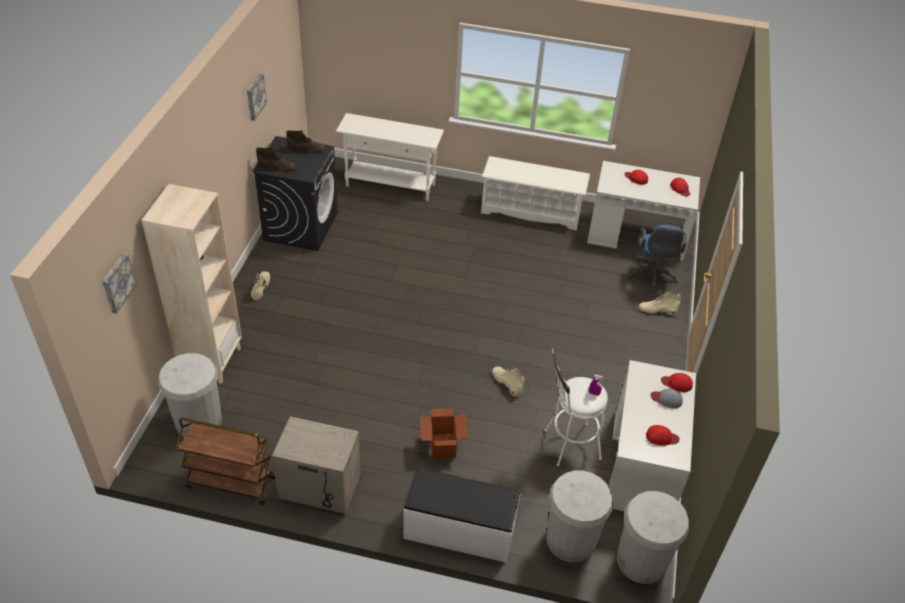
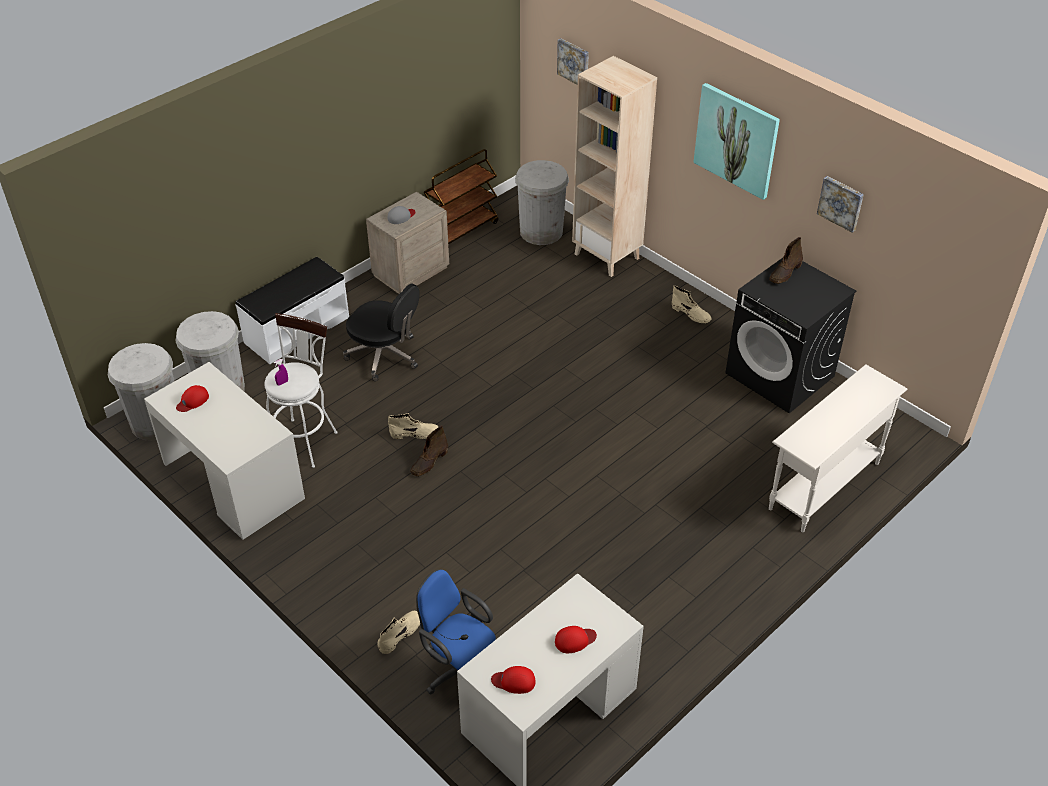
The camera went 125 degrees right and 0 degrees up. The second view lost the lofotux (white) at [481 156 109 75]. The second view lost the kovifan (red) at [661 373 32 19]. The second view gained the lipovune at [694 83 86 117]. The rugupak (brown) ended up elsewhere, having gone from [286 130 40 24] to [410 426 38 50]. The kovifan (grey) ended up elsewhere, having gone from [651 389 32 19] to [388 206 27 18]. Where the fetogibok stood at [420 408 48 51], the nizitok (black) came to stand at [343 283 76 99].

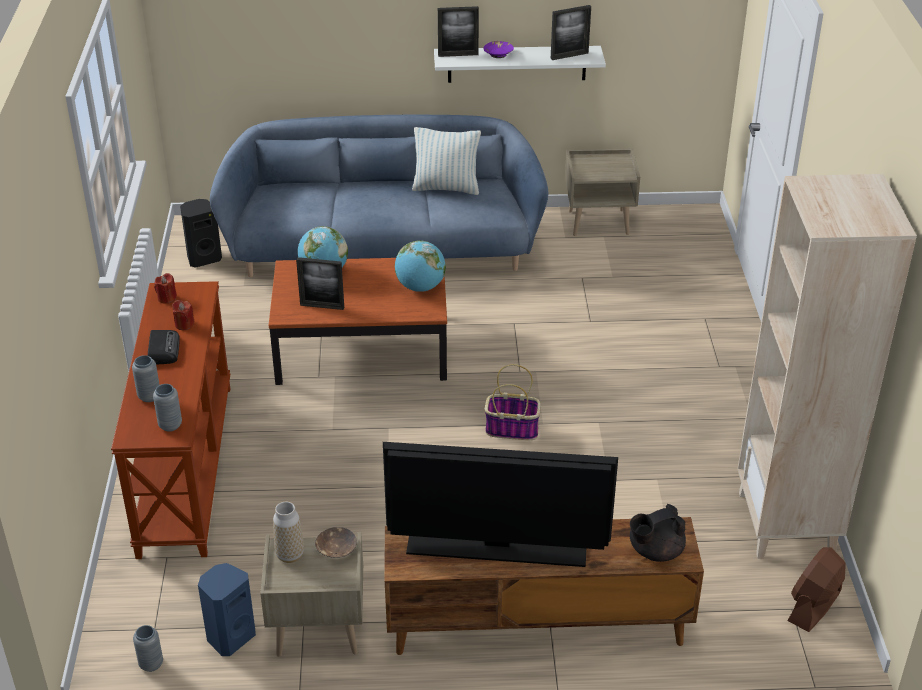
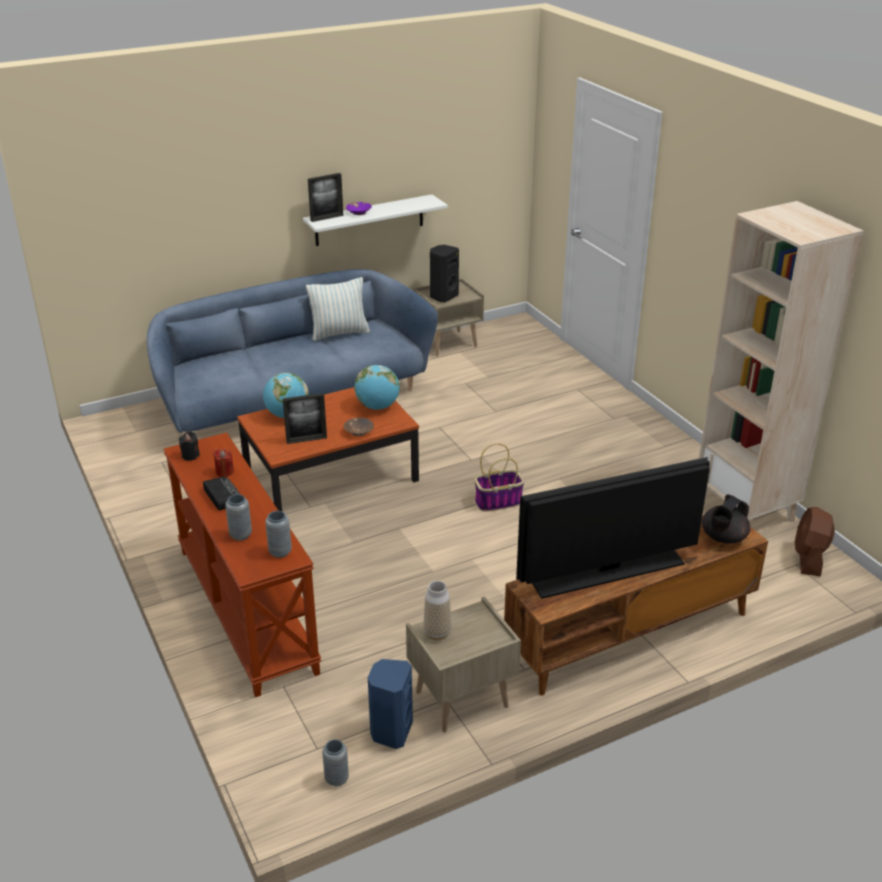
The camera went 25 degrees left and 5 degrees down. The second view lost the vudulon at [551 5 40 55]. The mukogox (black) ended up elsewhere, having gone from [180 199 42 69] to [430 245 29 57]. The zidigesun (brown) ended up elsewhere, having gone from [315 527 42 31] to [344 418 30 18]. What was the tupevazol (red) at [154 273 23 31] turned into the tupevazol (black) at [179 431 21 30].

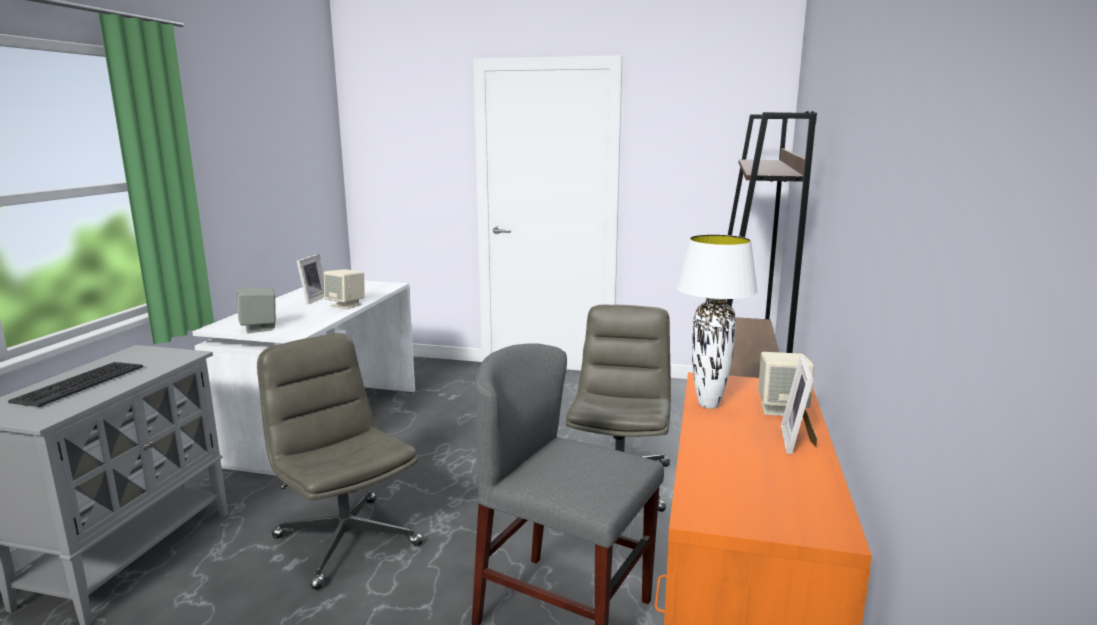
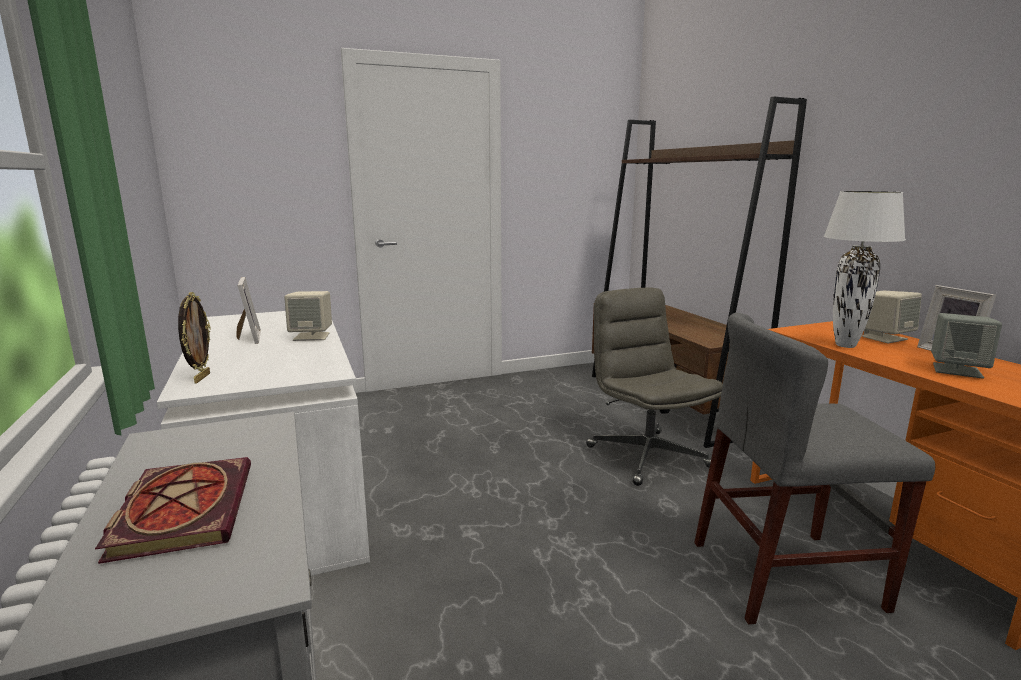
The camera went 35 degrees left and 0 degrees up. The second view lost the nizitok (grey) at [257 333 166 257]. The second view gained the vudulon at [178 292 33 91]. The mukogox (grey) ended up elsewhere, having gone from [237 287 39 46] to [931 313 71 66]. Where the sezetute stood at [8 362 135 45], the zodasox came to stand at [95 457 156 107].

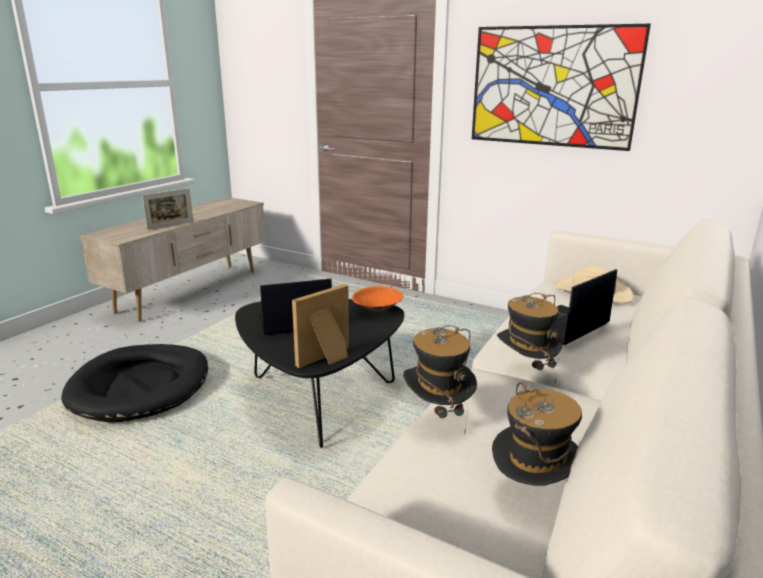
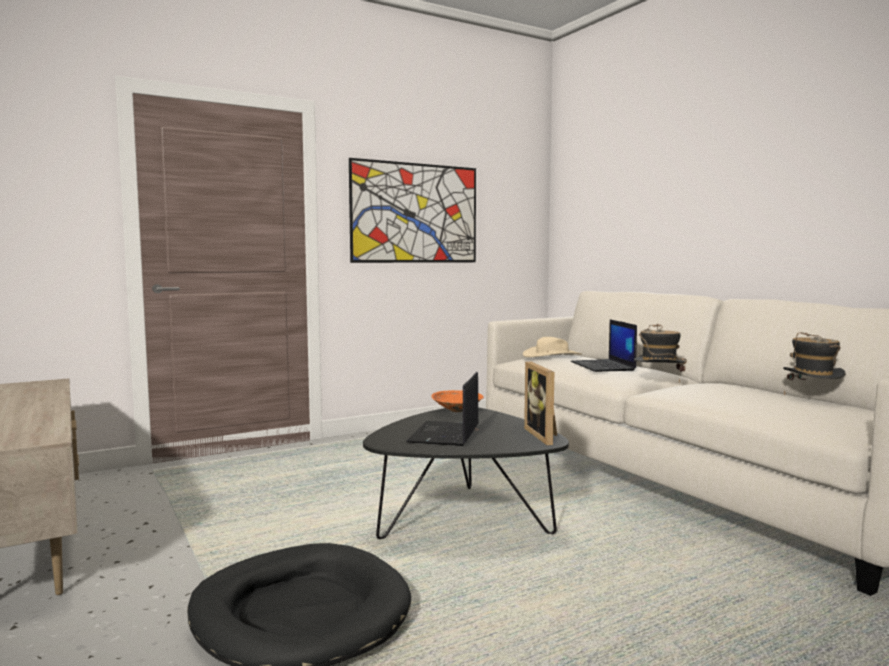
The camera went 60 degrees left and 15 degrees down. The second view lost the vudulon at [142 188 51 42]. The second view lost the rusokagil at [403 325 74 110].

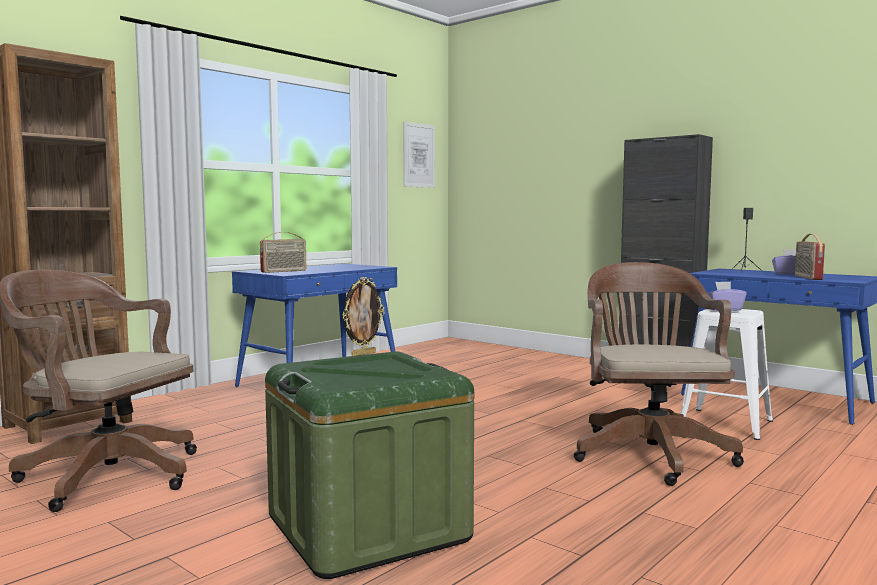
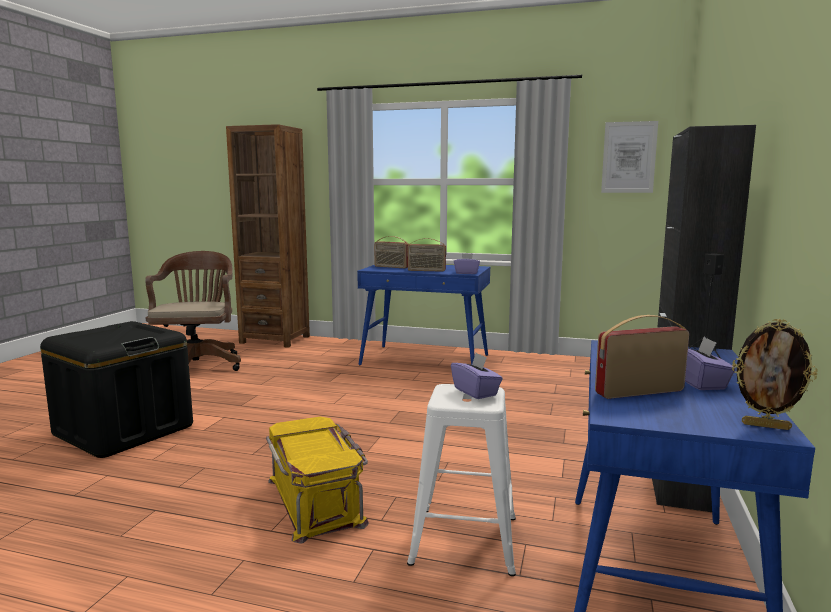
The camera went 65 degrees right and 5 degrees up. The second view gained the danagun at [407 238 39 34]. The second view gained the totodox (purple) at [454 253 26 21]. The vudulon ended up elsewhere, having gone from [342 277 43 80] to [732 319 86 111]. Where the nizitok (brown) stood at [574 262 170 224], the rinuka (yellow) came to stand at [266 417 103 127]. What was the rinuka (green) at [265 351 209 228] turned into the rinuka (black) at [40 321 153 137].

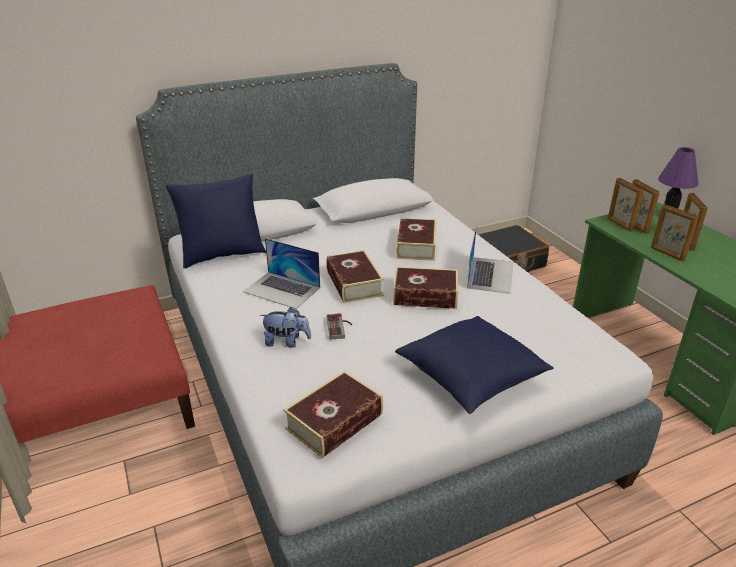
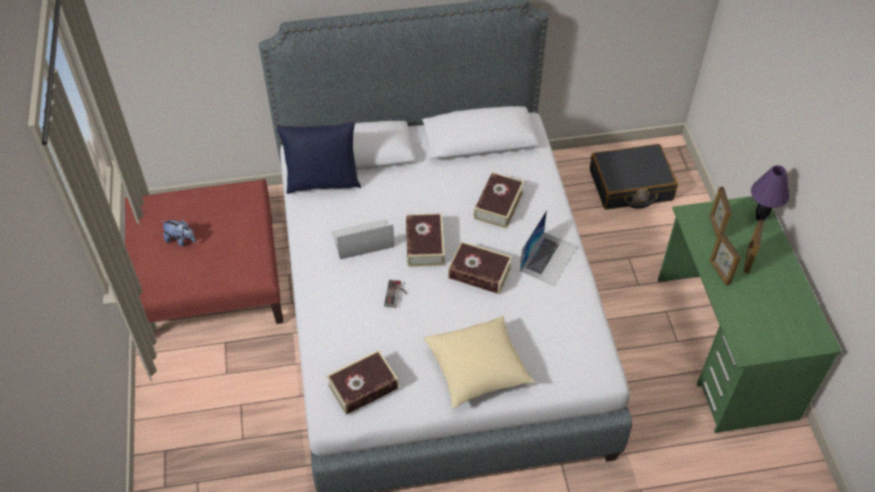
The camera went 15 degrees right and 20 degrees up. The second view lost the vudulon at [608 178 36 54]. The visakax ended up elsewhere, having gone from [260 307 51 41] to [161 220 35 27]. What was the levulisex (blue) at [395 316 159 98] turned into the levulisex (beige) at [423 316 112 92]. The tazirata at [243 238 77 71] ended up facing another way, 120 degrees clockwise from before.

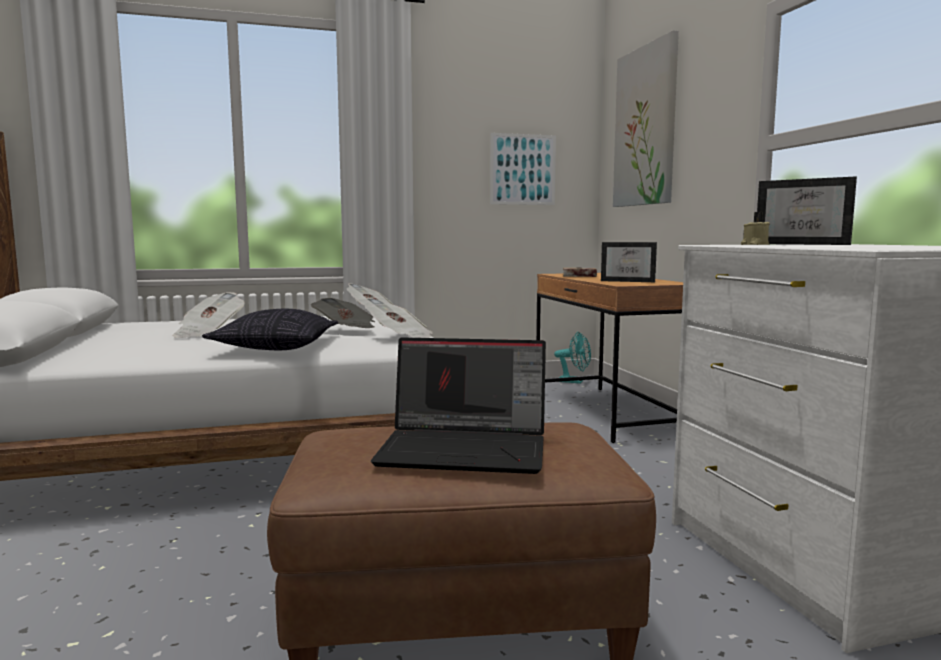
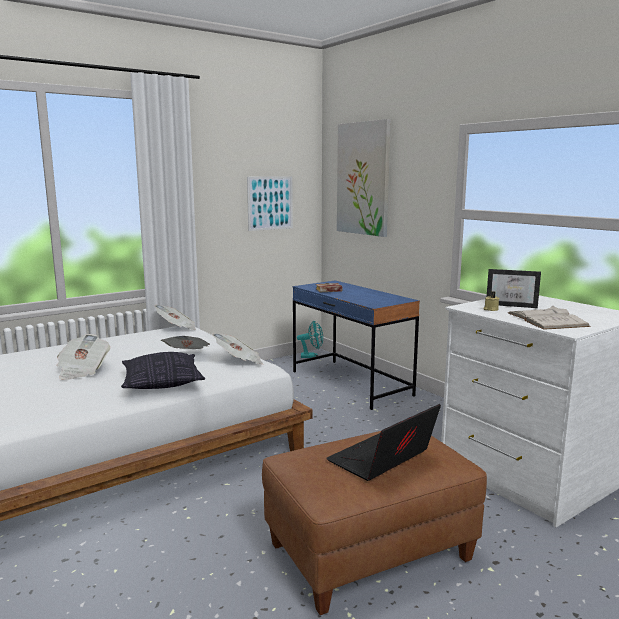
The camera went 20 degrees left and 5 degrees up. The second view lost the vudulon at [601 242 56 40]. The second view gained the zodasox (white) at [508 306 83 24]. What was the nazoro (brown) at [536 273 147 170] turned into the nazoro (blue) at [293 280 127 130]. The tazirata at [371 337 175 137] ended up facing another way, 150 degrees clockwise from before.

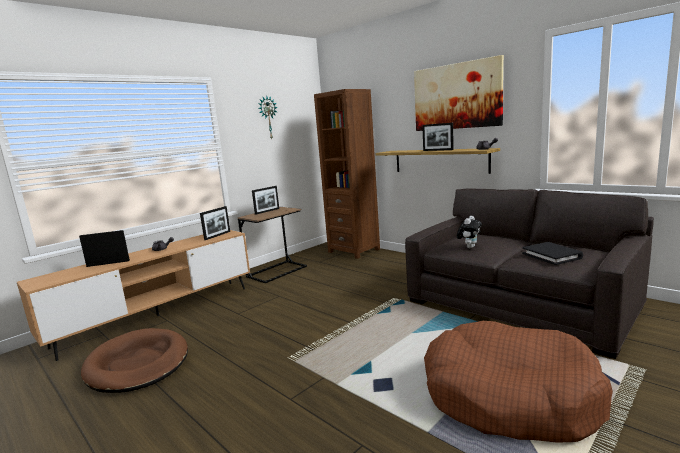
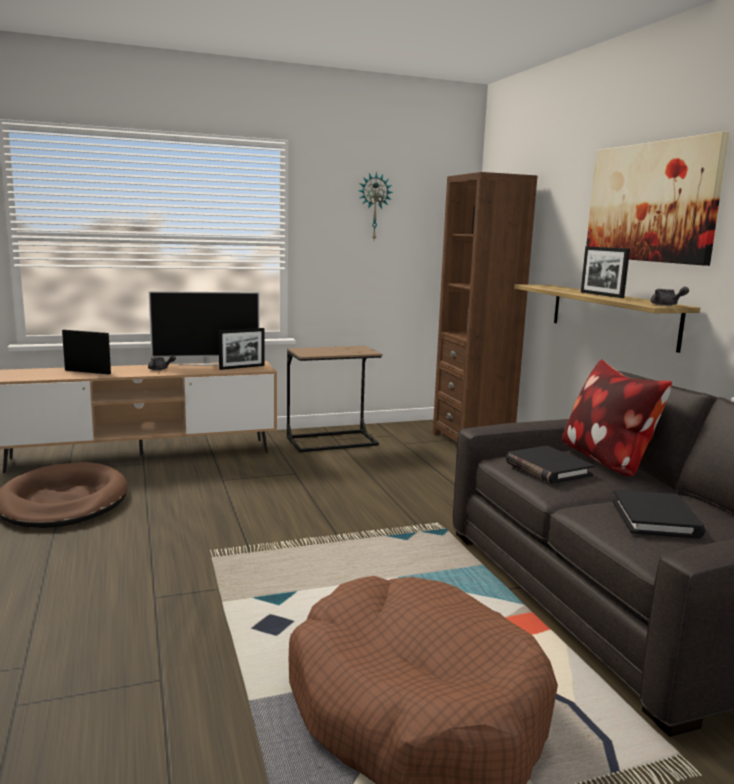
The camera went 25 degrees right and 0 degrees up. The second view lost the vudulon at [252 186 27 29]. The second view gained the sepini at [149 291 111 75]. The second view gained the levulisex at [562 359 110 117]. Where the visakax stood at [457 216 25 32], the zodasox (black) came to stand at [506 446 88 38].

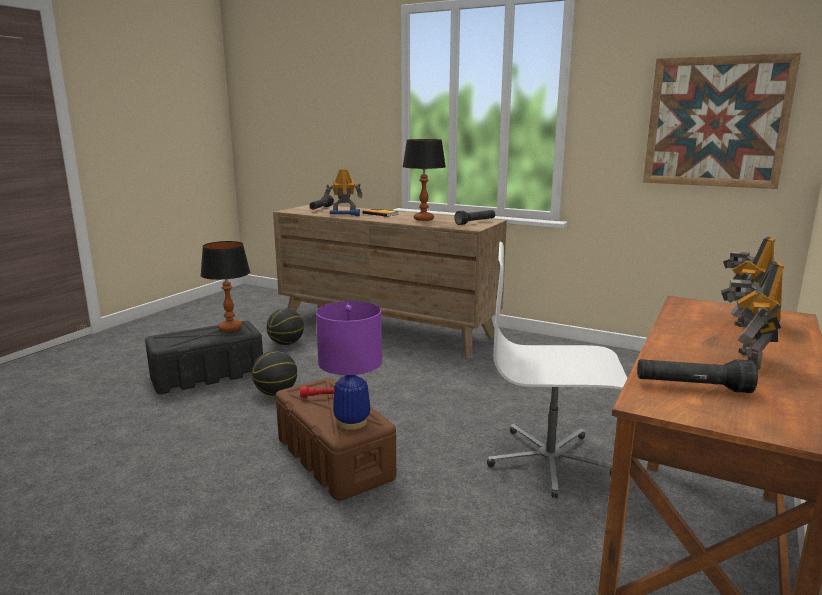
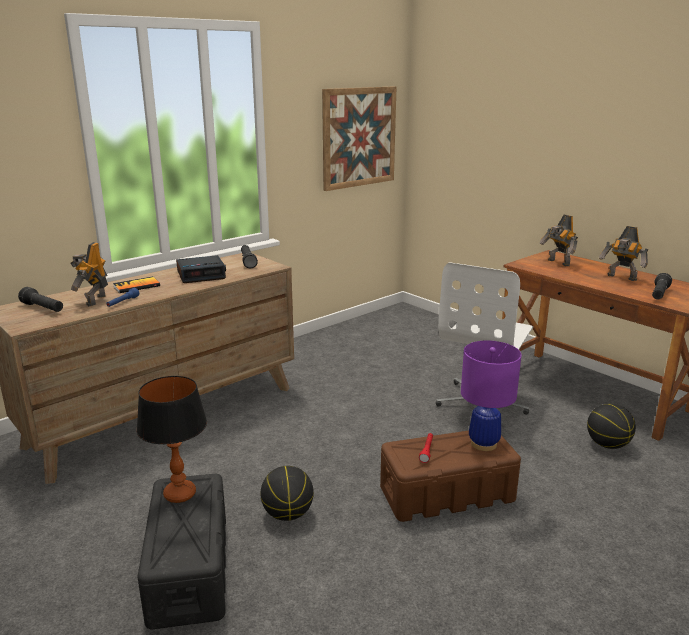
The camera went 70 degrees left and 5 degrees up. The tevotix ended up elsewhere, having gone from [267 308 37 37] to [587 403 49 46]. Where the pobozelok stood at [402 139 44 82], the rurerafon came to stand at [176 255 50 28].

